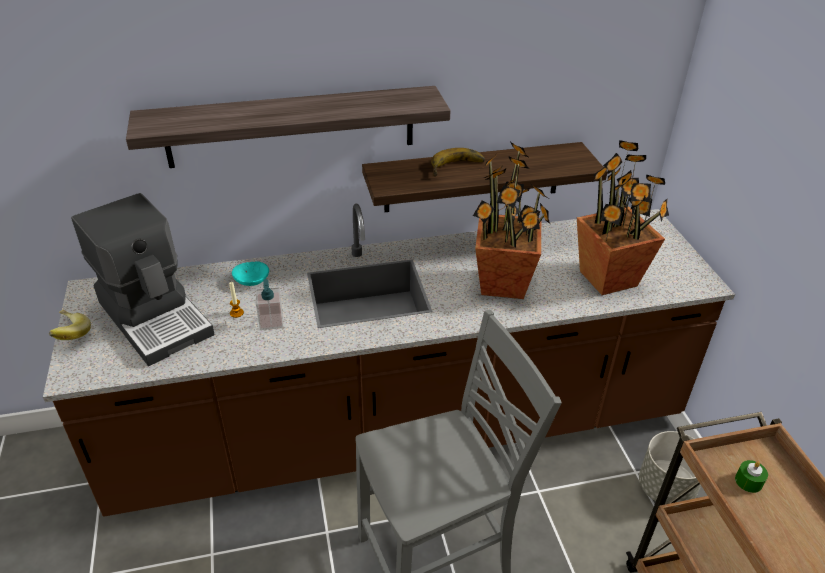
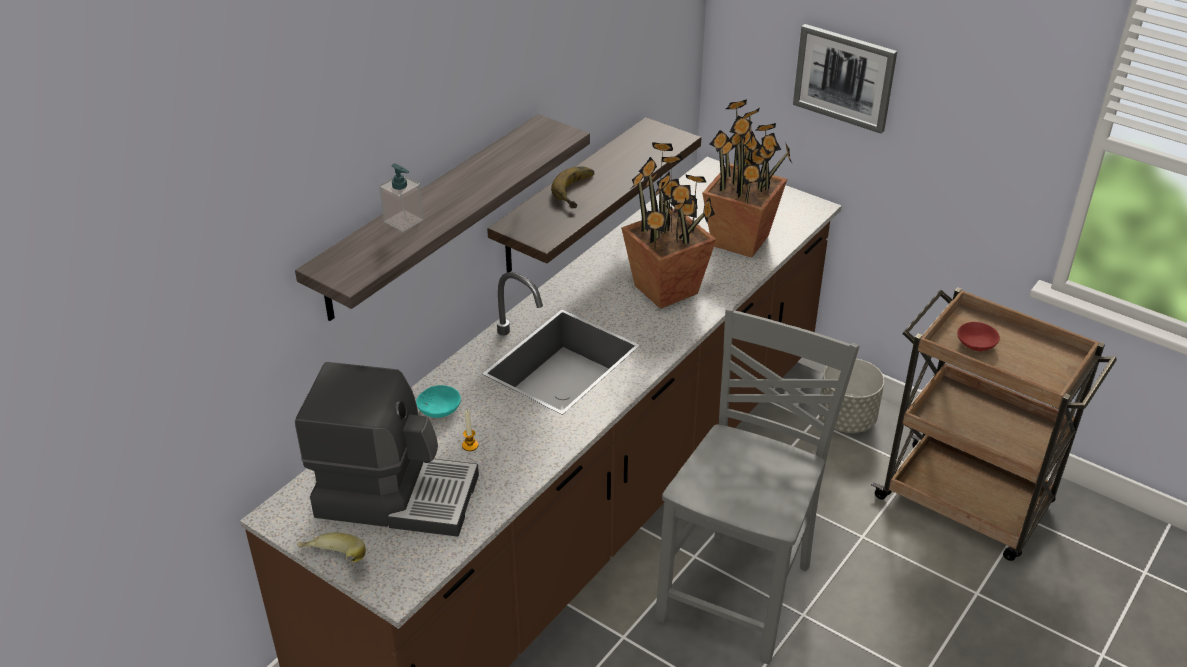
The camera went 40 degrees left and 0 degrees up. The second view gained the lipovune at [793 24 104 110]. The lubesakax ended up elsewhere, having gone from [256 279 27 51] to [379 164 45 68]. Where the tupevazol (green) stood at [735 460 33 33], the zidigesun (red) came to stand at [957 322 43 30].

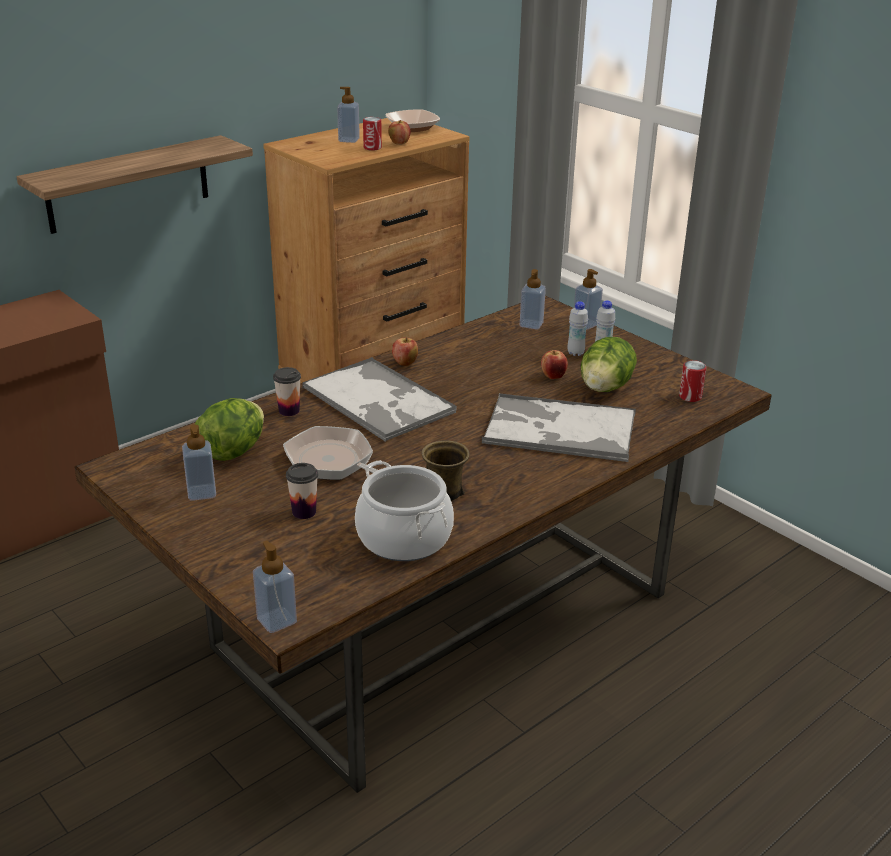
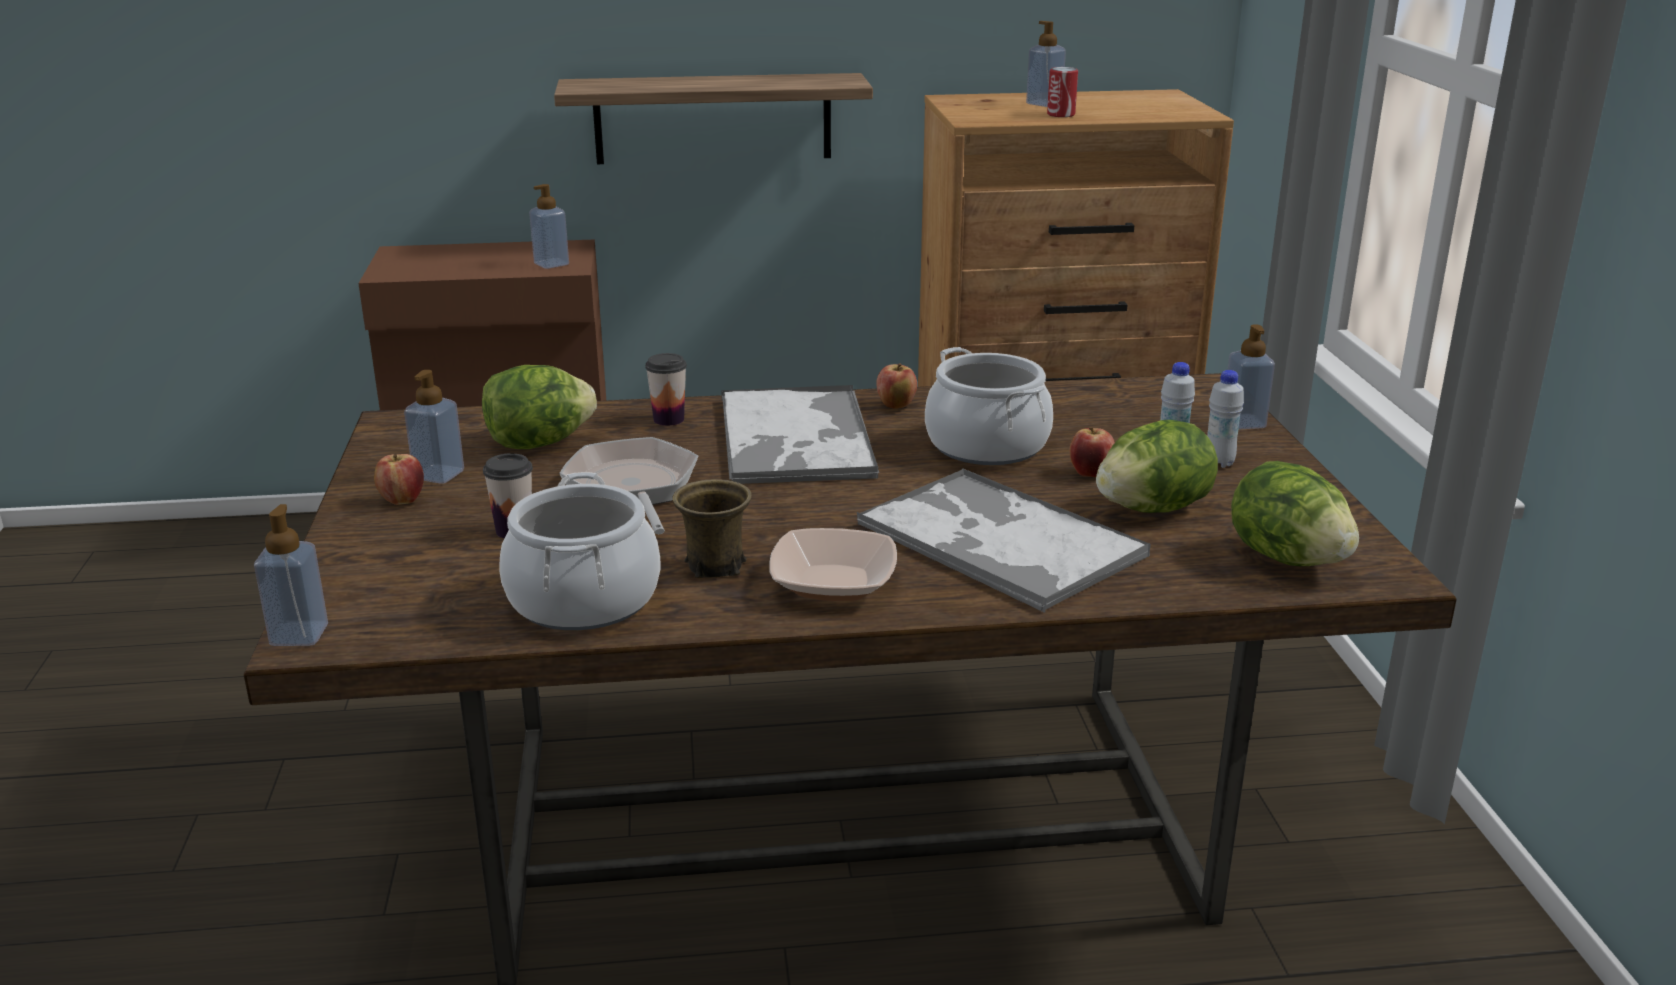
The camera went 35 degrees right and 5 degrees down. The second view gained the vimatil at [925 347 128 118]. The zidigesun ended up elsewhere, having gone from [386 109 54 23] to [769 528 128 73]. The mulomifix ended up elsewhere, having gone from [388 120 23 25] to [374 454 50 51]. The lubesakax ended up elsewhere, having gone from [520 269 26 60] to [529 184 40 85]. Where the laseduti stood at [679 360 28 42], the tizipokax came to stand at [1231 461 128 105].

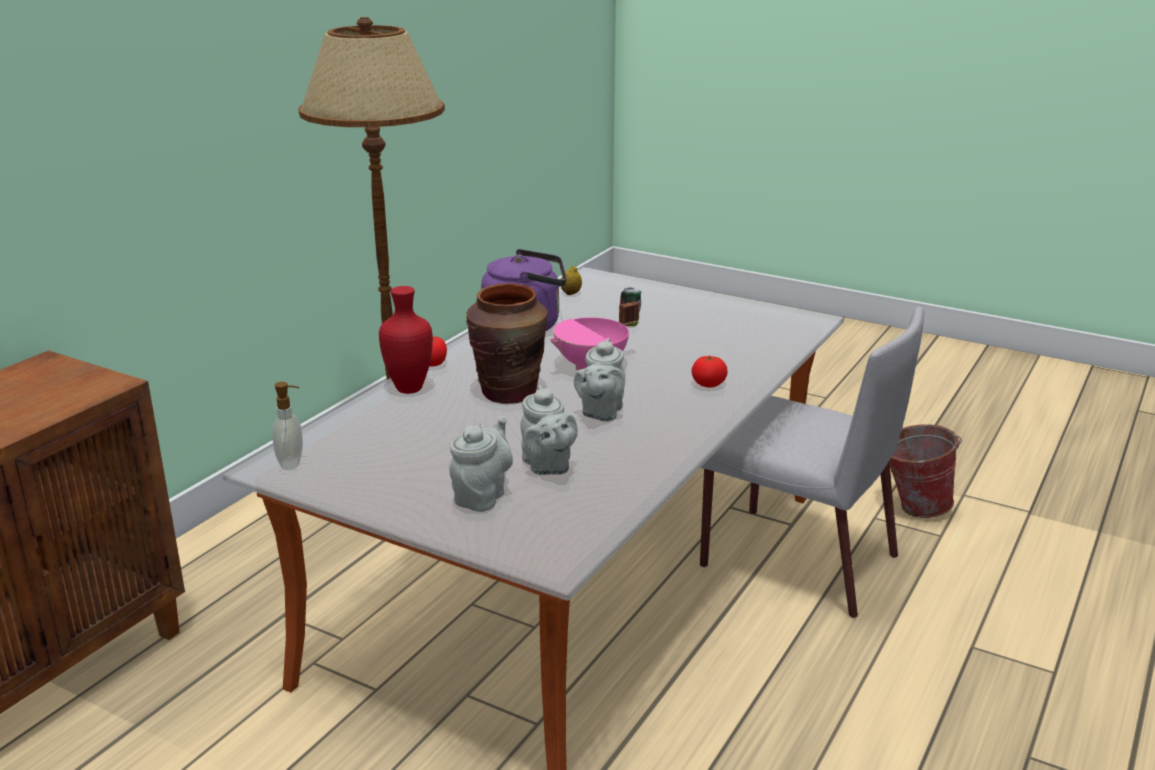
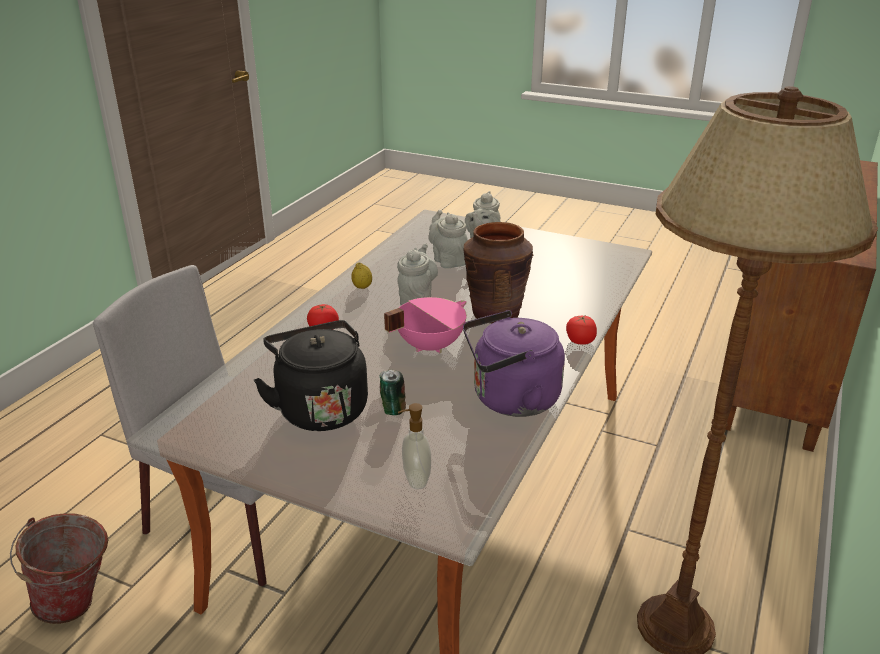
The camera went 175 degrees right and 5 degrees up. The second view lost the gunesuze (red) at [379 286 54 108]. The second view gained the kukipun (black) at [254 320 114 111]. The lubesakax ended up elsewhere, having gone from [272 382 31 88] to [398 403 33 86]. The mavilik ended up elsewhere, having gone from [561 266 21 29] to [351 263 21 26].

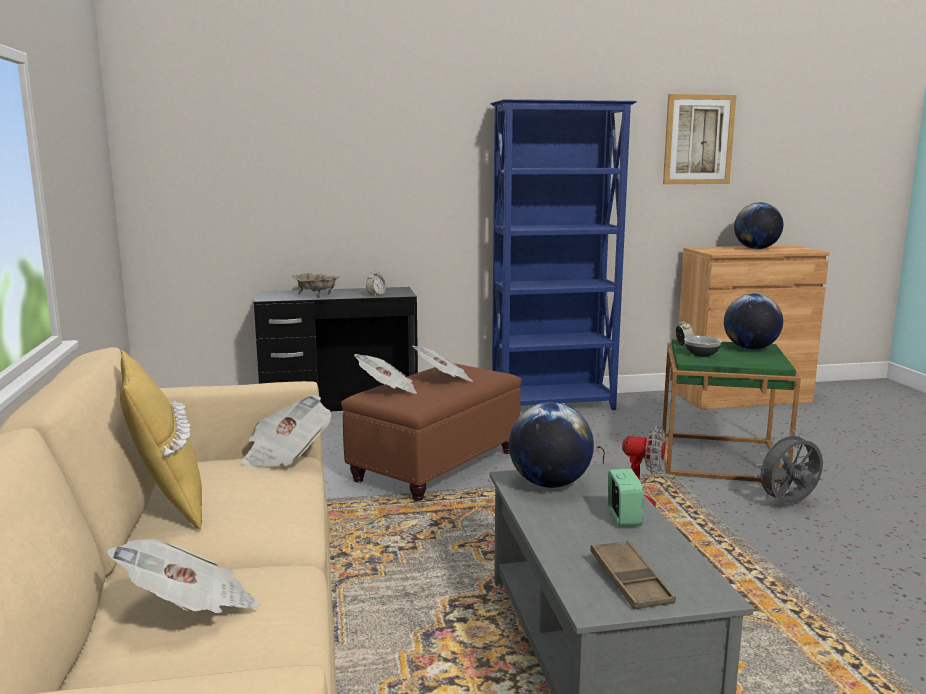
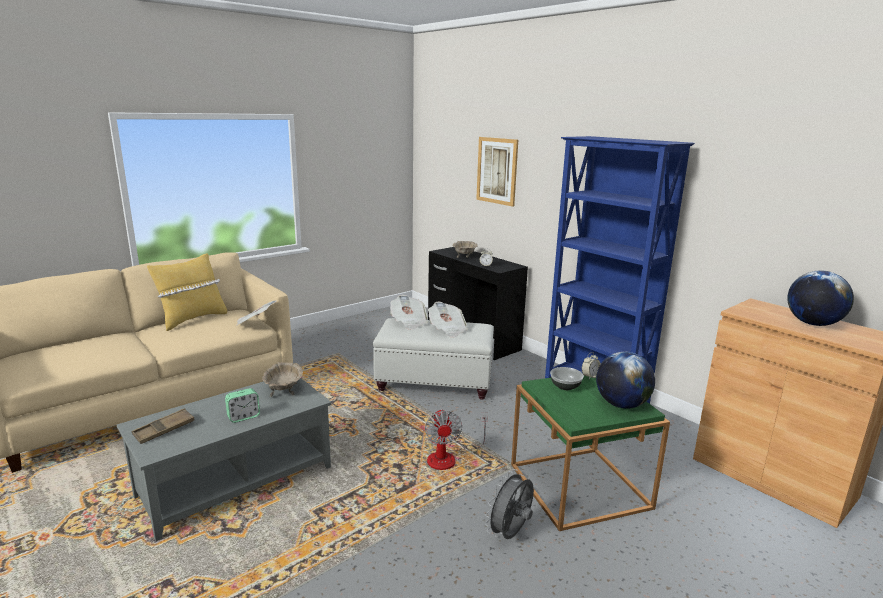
The camera went 60 degrees right and 5 degrees up. The second view lost the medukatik at [107 539 155 74]. The lipovune ended up elsewhere, having gone from [663 94 74 90] to [476 137 42 70]. Where the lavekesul stood at [509 402 85 86], the zidigesun (beige) came to stand at [262 362 41 35]. What was the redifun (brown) at [341 363 181 138] turned into the redifun (white) at [373 318 121 82]. The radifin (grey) at [755 430 68 74] ended up facing another way, 90 degrees counterclockwise from before.

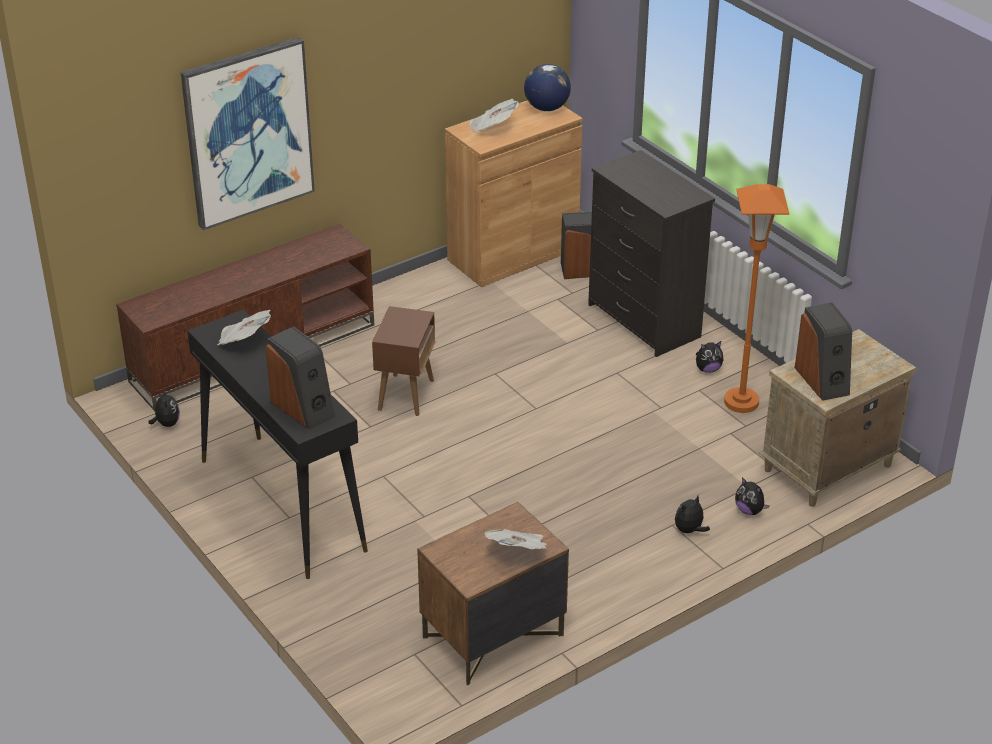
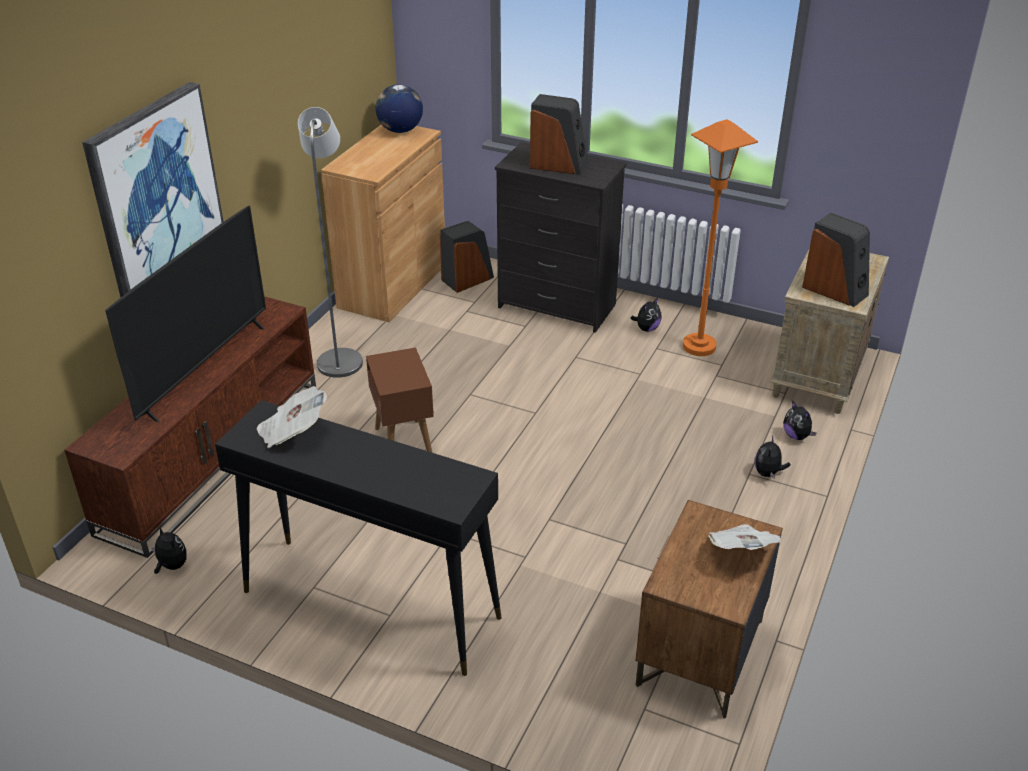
The camera went 30 degrees left and 0 degrees up. The second view lost the medukatik at [469 99 50 34]. The second view gained the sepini at [105 206 161 216]. The second view gained the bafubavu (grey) at [298 107 65 271]. The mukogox ended up elsewhere, having gone from [265 326 70 104] to [530 94 58 81]. The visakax at [735 477 35 38] ended up facing another way, 45 degrees clockwise from before.

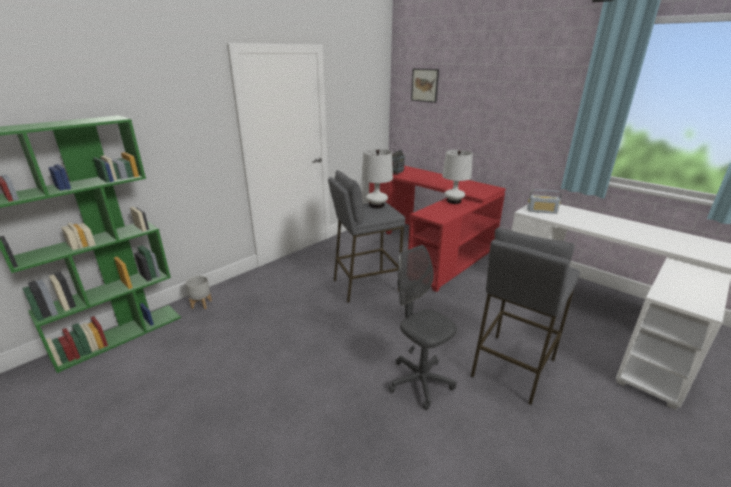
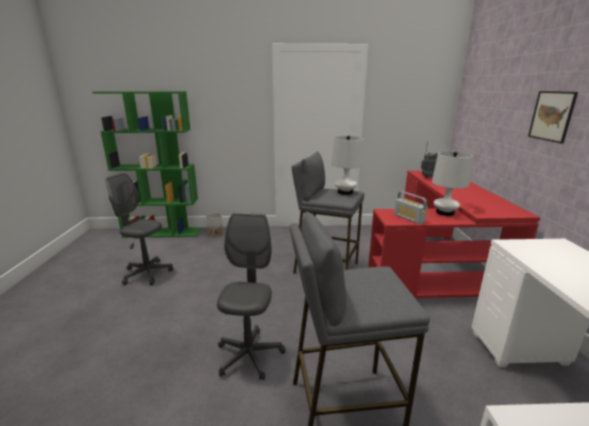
The camera went 45 degrees right and 5 degrees down. The second view gained the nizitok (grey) at [106 173 67 113]. The lipovune ended up elsewhere, having gone from [411 68 28 35] to [528 91 50 53]. The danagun ended up elsewhere, having gone from [527 189 34 25] to [394 191 34 33].

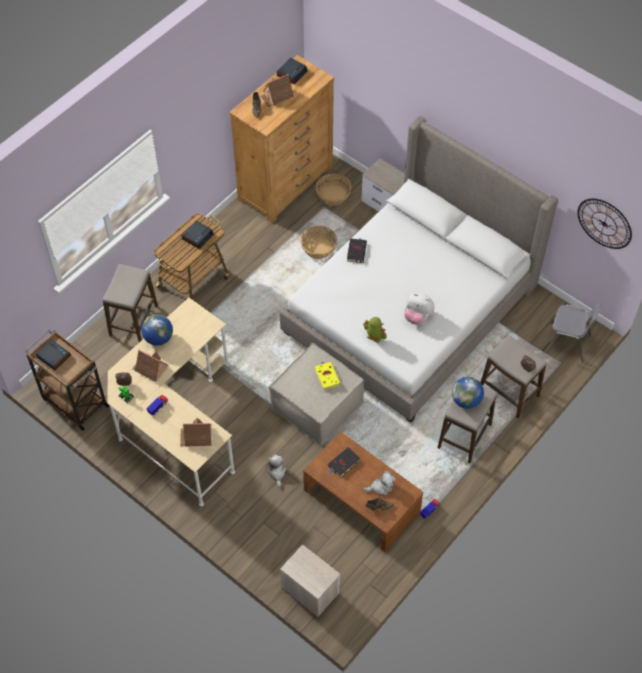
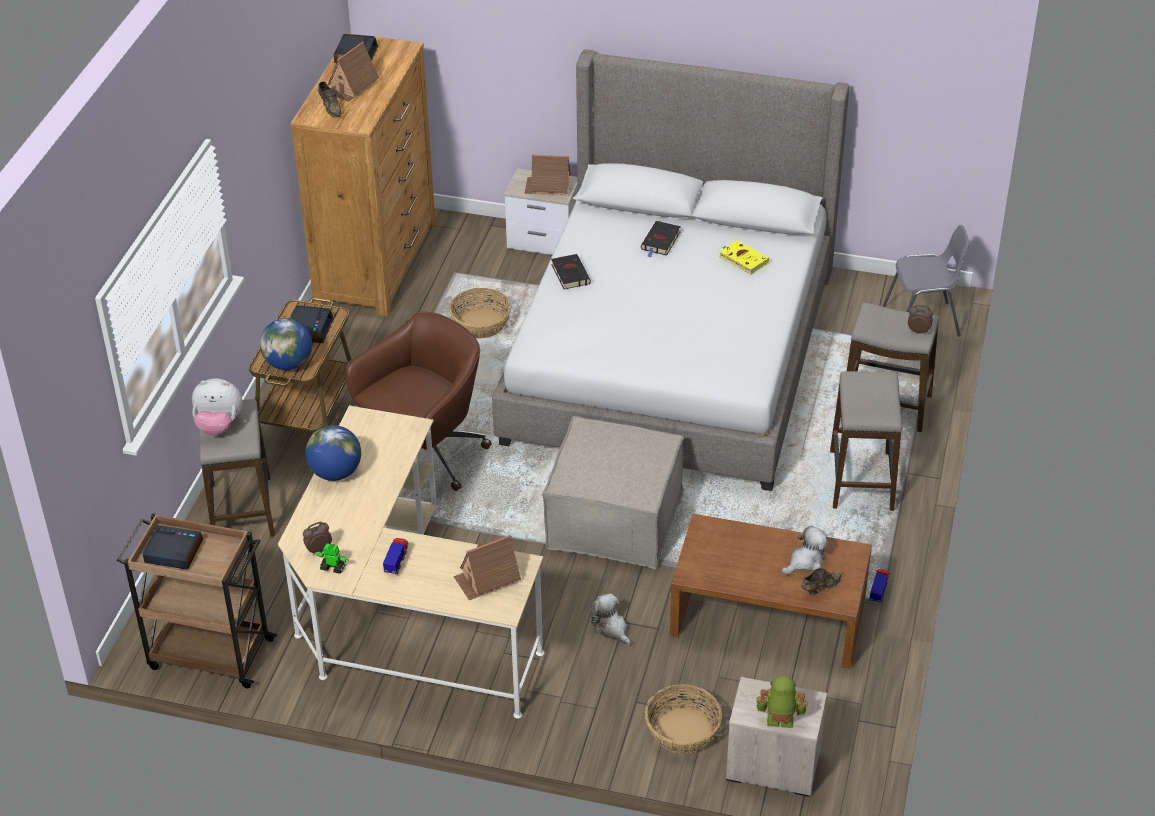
The camera went 25 degrees left and 15 degrees down. The second view lost the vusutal at [577 199 55 50]. The second view gained the nizitok (brown) at [345 311 147 180]. The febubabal ended up elsewhere, having gone from [132 350 36 32] to [524 154 47 42]. The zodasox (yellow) ended up elsewhere, having gone from [315 362 25 28] to [719 240 50 35]. The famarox ended up elsewhere, having gone from [316 173 35 33] to [645 684 77 70]. The zodasox (black) ended up elsewhere, having gone from [328 447 32 30] to [641 221 40 37]. The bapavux ended up elsewhere, having gone from [363 317 24 26] to [757 675 51 53]. The visakax ended up elsewhere, having gone from [404 293 30 32] to [192 378 50 57]. The lavekesul ended up elsewhere, having gone from [452 377 32 32] to [260 318 52 52].

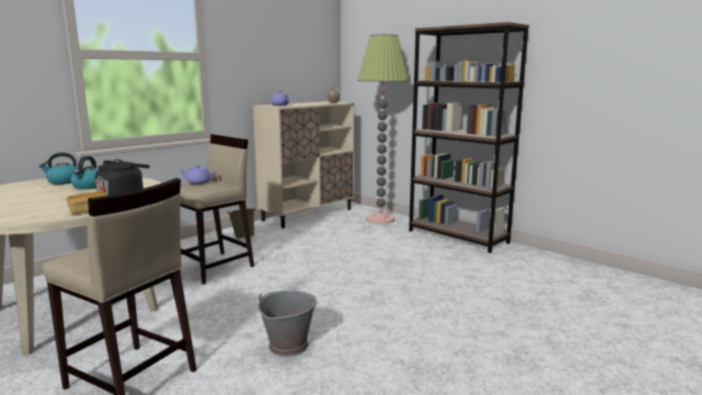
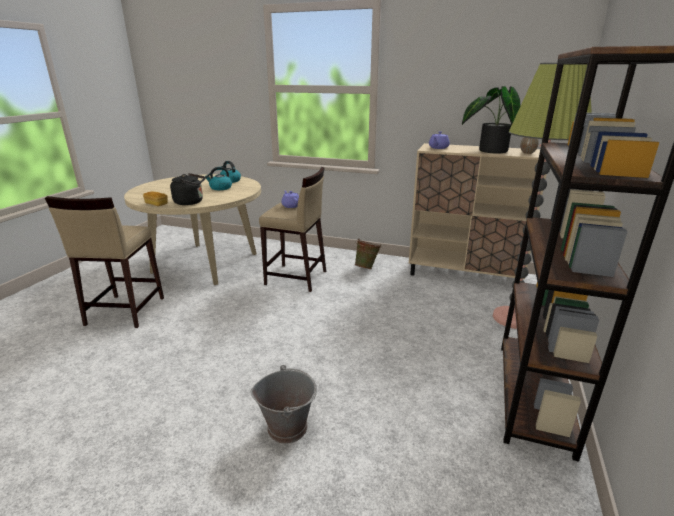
The camera went 65 degrees right and 10 degrees up. The second view gained the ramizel at [462 86 58 67]. The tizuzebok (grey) ended up elsewhere, having gone from [258 290 60 67] to [251 365 66 79].

